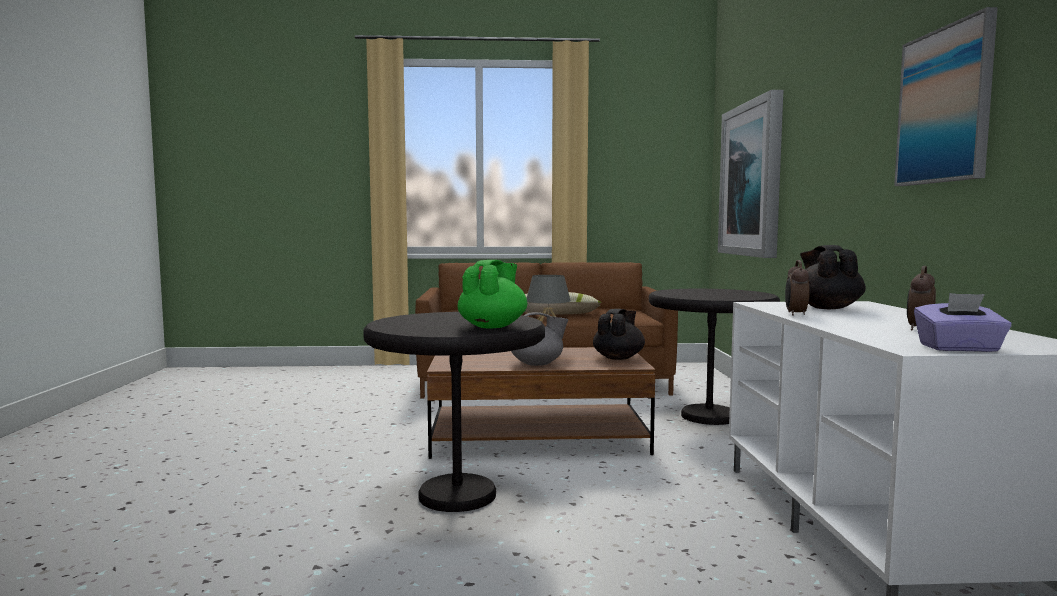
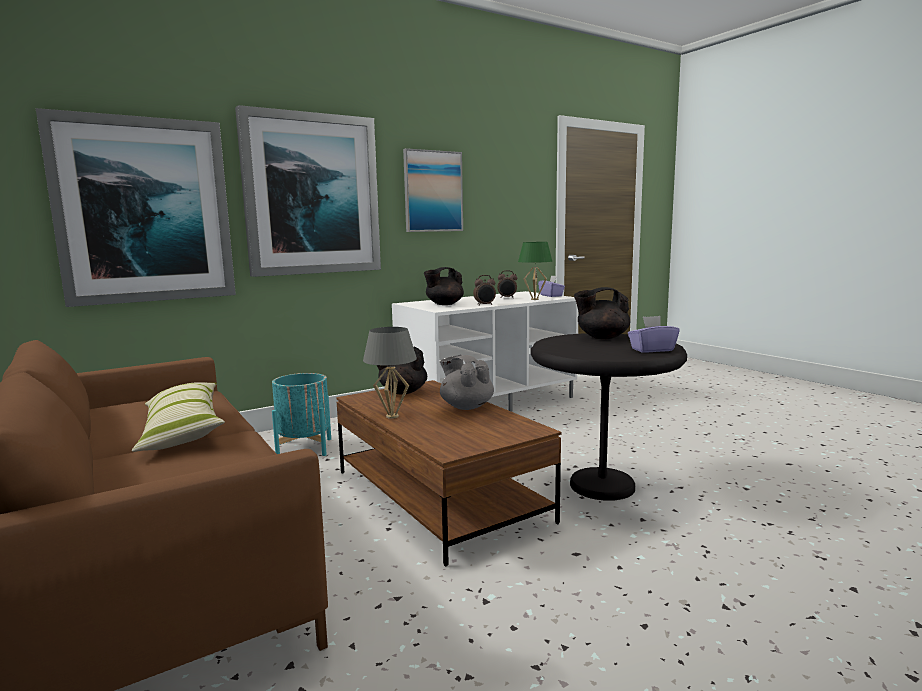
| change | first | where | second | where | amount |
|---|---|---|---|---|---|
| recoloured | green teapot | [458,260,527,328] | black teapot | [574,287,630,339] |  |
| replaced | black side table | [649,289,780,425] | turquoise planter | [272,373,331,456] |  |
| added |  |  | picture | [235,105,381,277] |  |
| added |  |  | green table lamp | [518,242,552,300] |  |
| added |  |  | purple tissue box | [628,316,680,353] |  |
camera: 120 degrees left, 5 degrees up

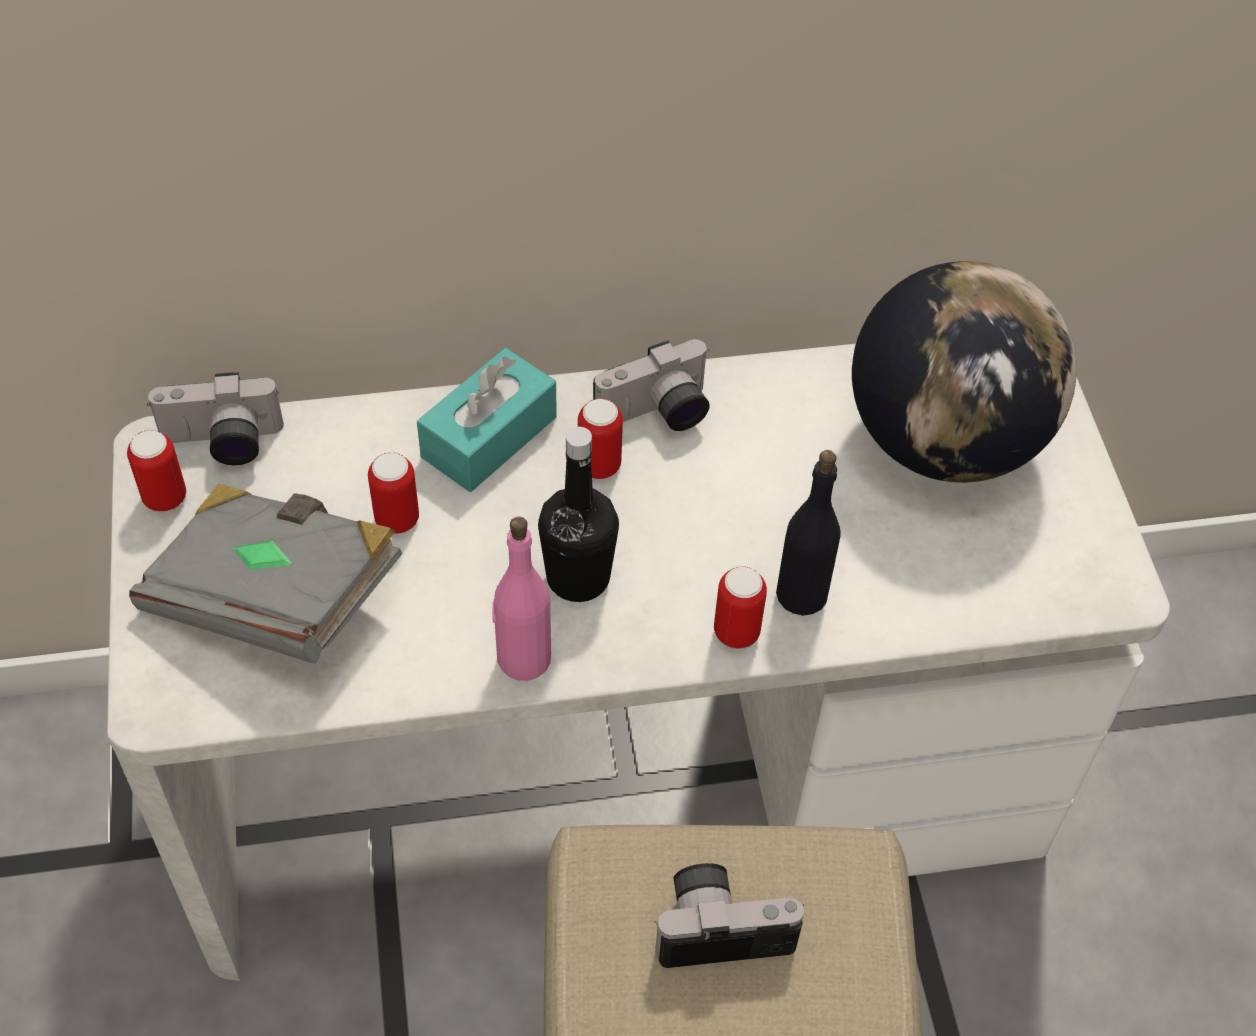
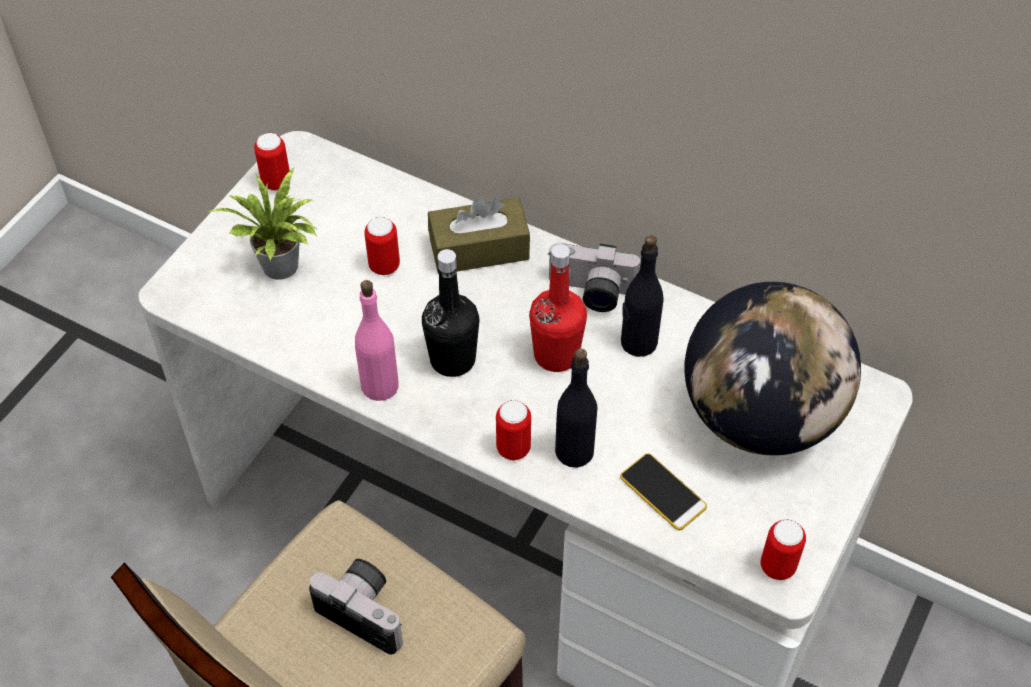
| change | first | where | second | where | amount |
|---|---|---|---|---|---|
| replaced | grey book | [129,484,403,663] | potted plant | [208,167,318,280] |  |
| removed | photo camera | [147,372,284,465] |  |  |  |
| recoloured | turquoise tissue box | [417,348,557,492] | brown tissue box | [428,197,530,274] |  |
| moved | can | [578,399,623,479] |  | [761,520,806,580] |  |
| added |  |  | red bottle | [529,244,587,372] |  |
| added |  |  | phone | [620,453,707,530] |  |
| added |  |  | black bottle | [621,235,663,357] |  |
camera: 40 degrees right, 0 degrees up

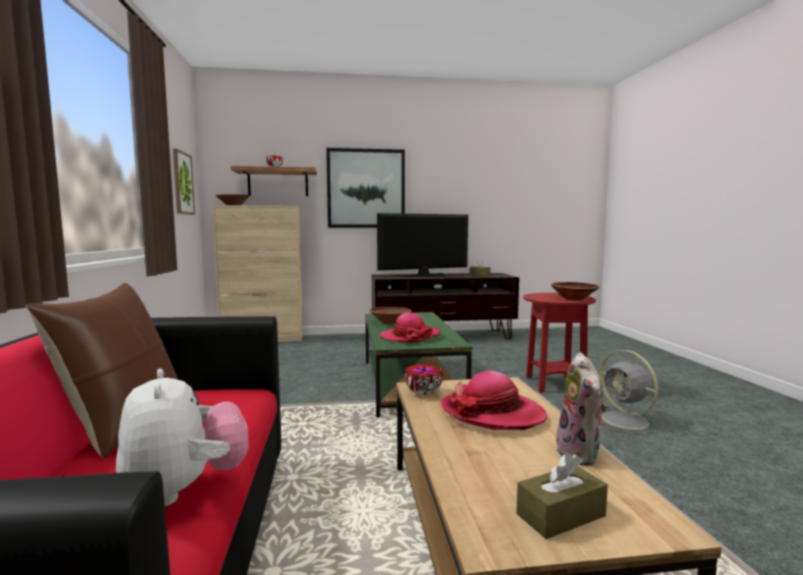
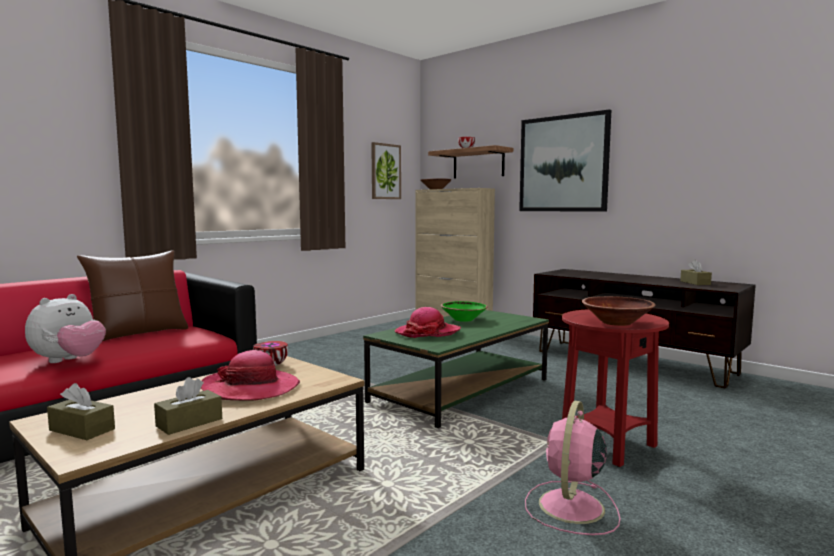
| change | first | where | second | where | amount |
|---|---|---|---|---|---|
| recoloured | brown bowl | [369,307,411,324] | green bowl | [441,301,488,322] |  |
| removed | television | [377,213,468,277] |  |  |  |
| replaced | plush toy | [556,352,607,466] | brown tissue box | [154,377,222,435] |  |
| recoloured | grey fan | [600,350,664,435] | pink fan | [525,401,620,535] |  |
camera: 50 degrees right, 0 degrees up

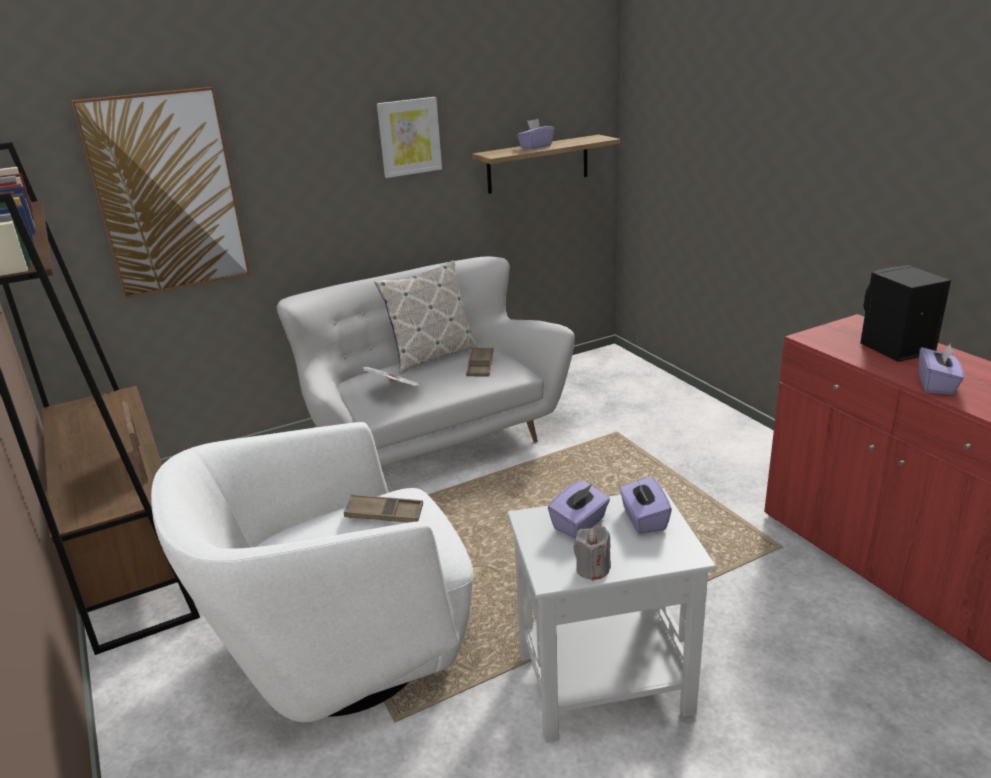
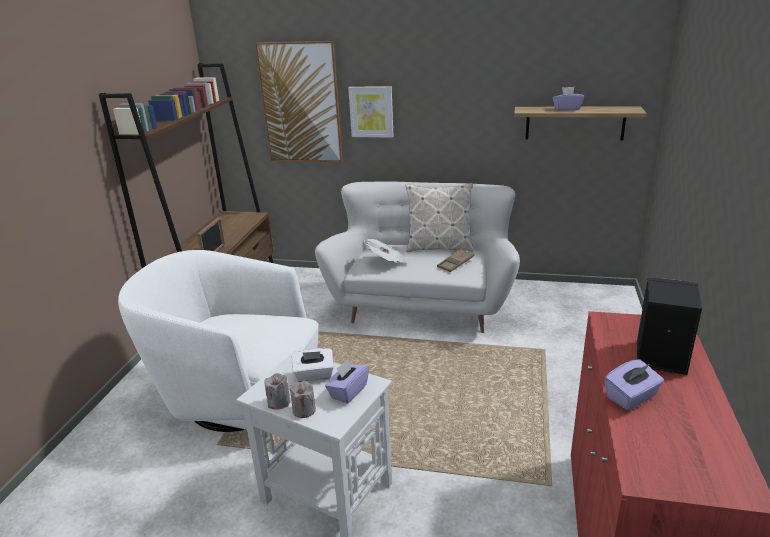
| change | first | where | second | where | amount |
|---|---|---|---|---|---|
| removed | brown tray | [344,494,423,523] |  |  |  |
| moved | picture | [377,97,442,178] |  | [348,86,393,137] |  |
| recoloured | purple tissue box | [548,481,610,538] | white tissue box | [292,348,334,382] |  |
| added |  |  | grey candle | [290,381,316,418] |  |
camera: 40 degrees right, 0 degrees up

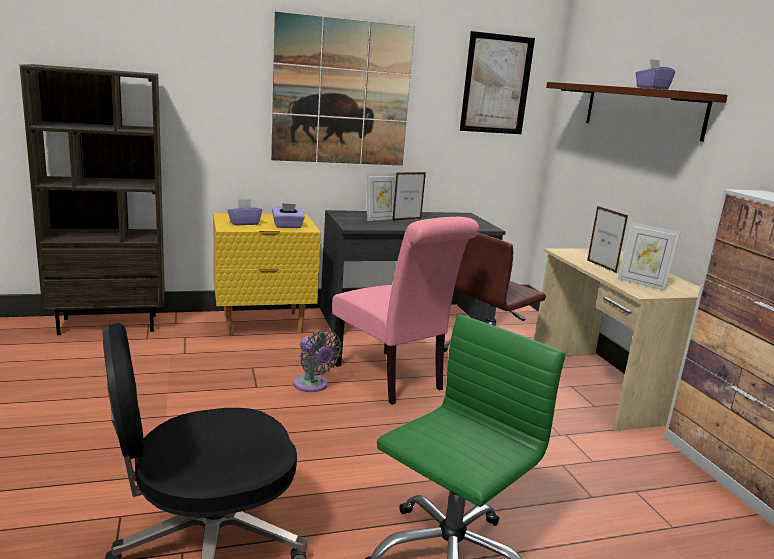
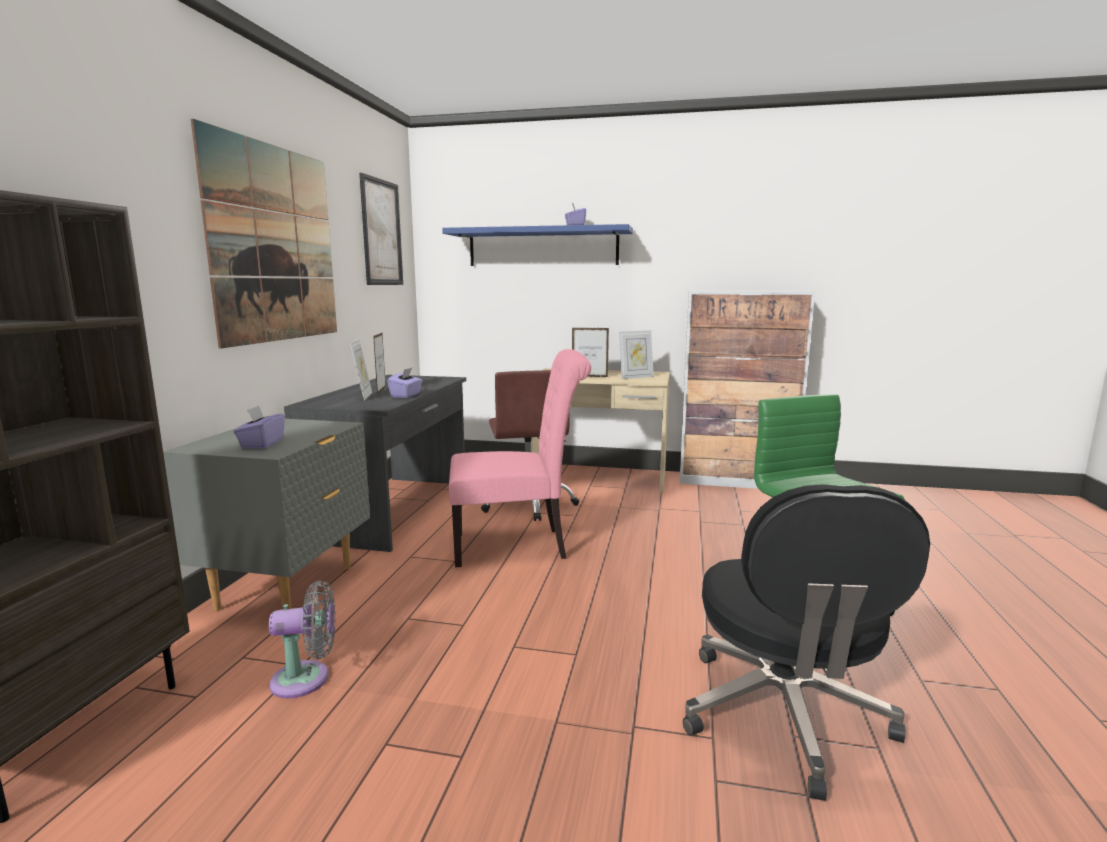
| change | first | where | second | where | amount |
|---|---|---|---|---|---|
| recoloured | yellow nightstand | [213,213,321,336] | grey nightstand | [163,419,370,611] |  |
| moved | purple tissue box | [272,203,305,228] |  | [387,368,423,398] |  |
| moved | grey fan | [293,330,342,392] |  | [269,581,335,699] |  |
| recoloured | brown shelf | [546,82,728,142] | blue shelf | [442,224,633,266] |  |
camera: 60 degrees left, 5 degrees down

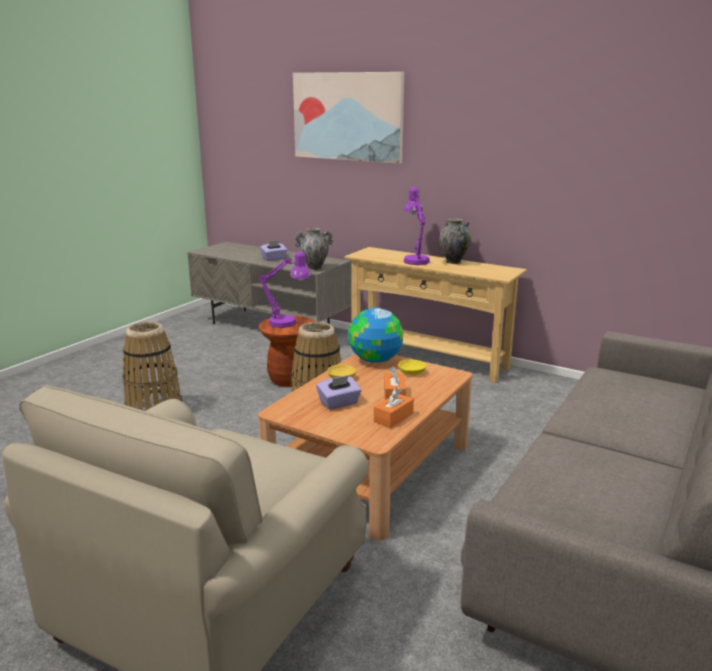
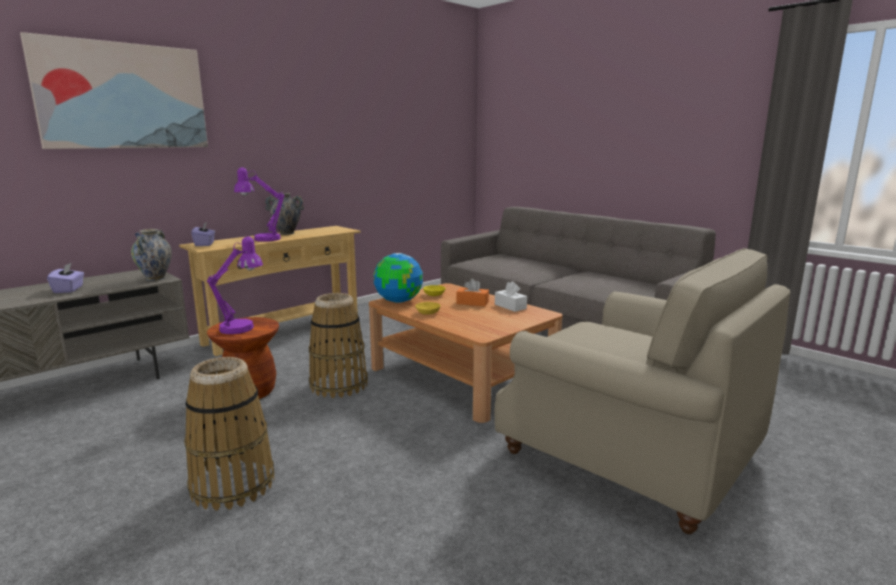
| change | first | where | second | where | amount |
|---|---|---|---|---|---|
| moved | purple tissue box | [316,376,361,410] |  | [191,222,215,246] |  |
| recoloured | orange tissue box | [374,388,414,428] | white tissue box | [495,281,527,312] |  |
camera: 75 degrees left, 5 degrees down

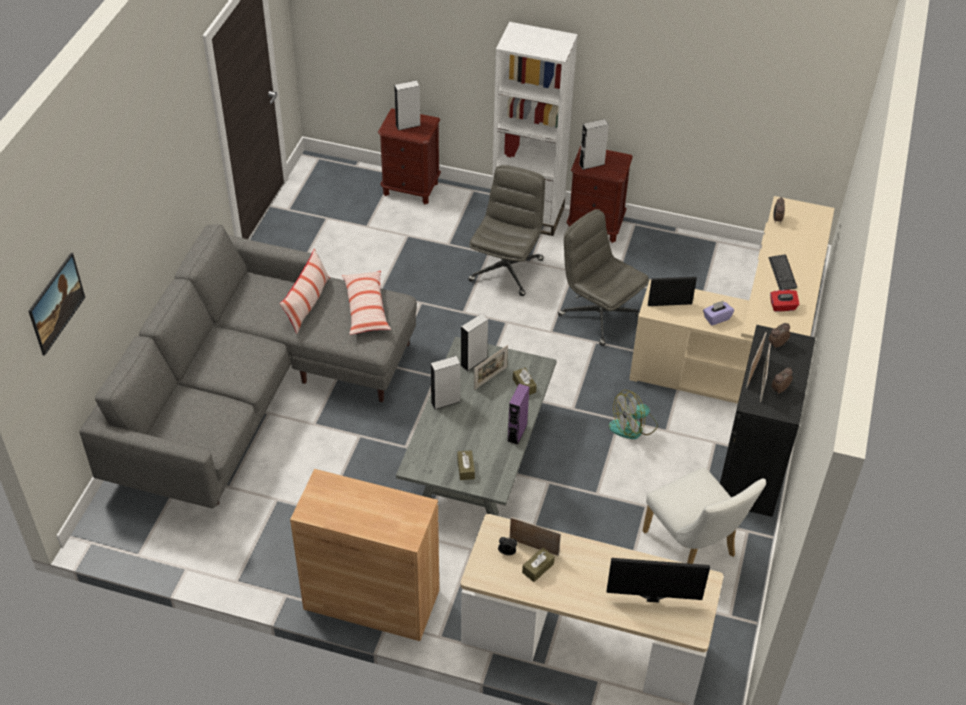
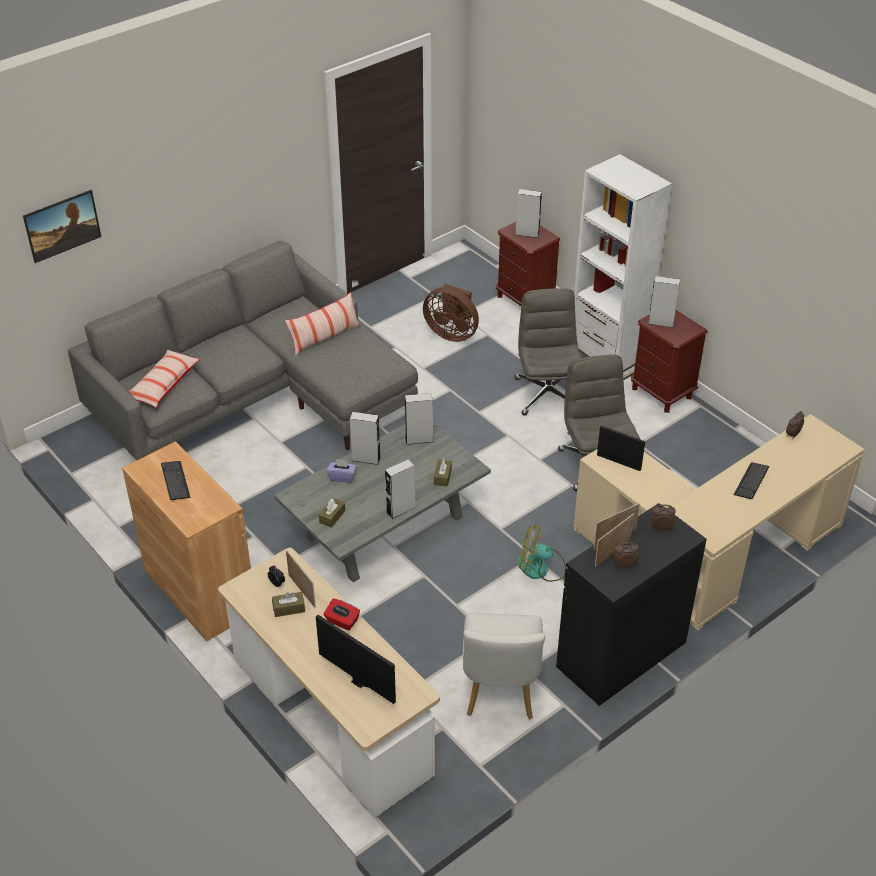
| change | first | where | second | where | amount |
|---|---|---|---|---|---|
| moved | pillow | [342,271,391,335] |  | [128,350,201,408] |  |
| turned | grey office chair | [468,165,545,296] |  | [515,288,582,416] | 60 degrees counterclockwise |
| removed | picture frame | [474,345,508,390] |  |  |  |
| recoloured | purple speaker | [507,384,529,445] | grey speaker | [385,459,416,519] |  |
| moved | purple tissue box | [703,300,734,325] |  | [327,459,357,483] |  |
| moved | red tissue box | [770,290,799,312] |  | [324,599,360,631] |  |
| added |  |  | keyboard | [161,461,191,500] |  |
| added |  |  | brown fan | [423,284,479,342] |  |
camera: 35 degrees right, 5 degrees down

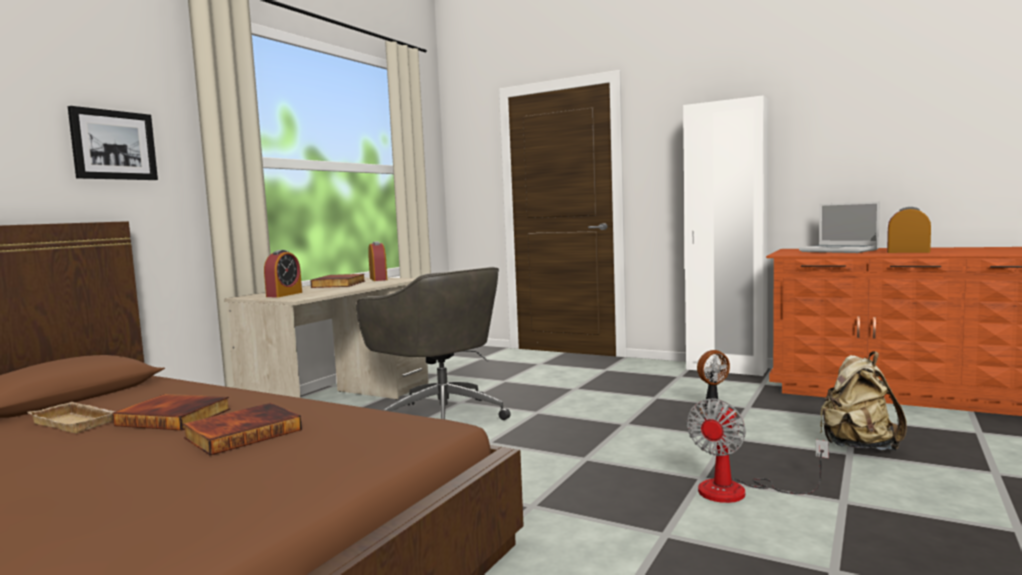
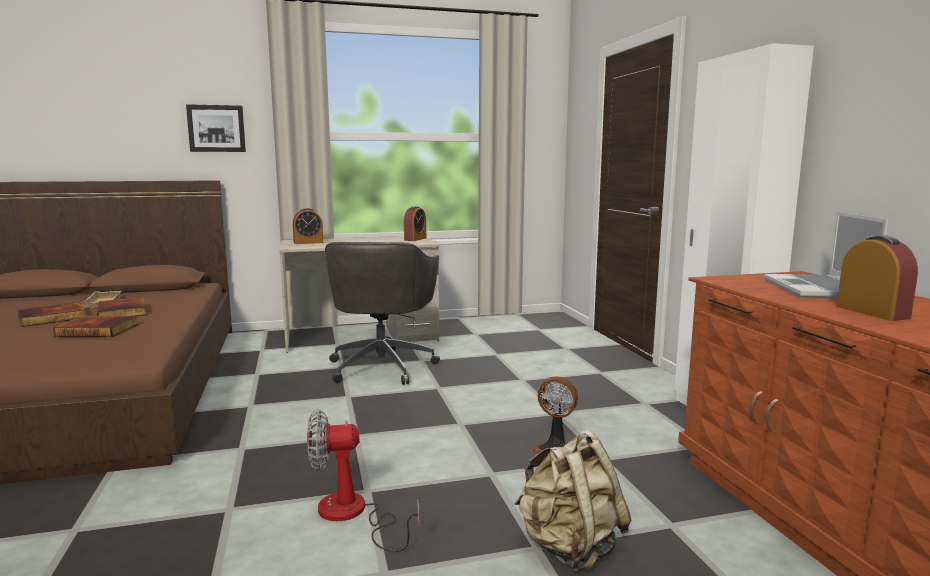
| change | first | where | second | where | amount |
|---|---|---|---|---|---|
| moved | book | [310,274,365,288] |  | [18,302,85,327] |  |
camera: 45 degrees right, 5 degrees up

